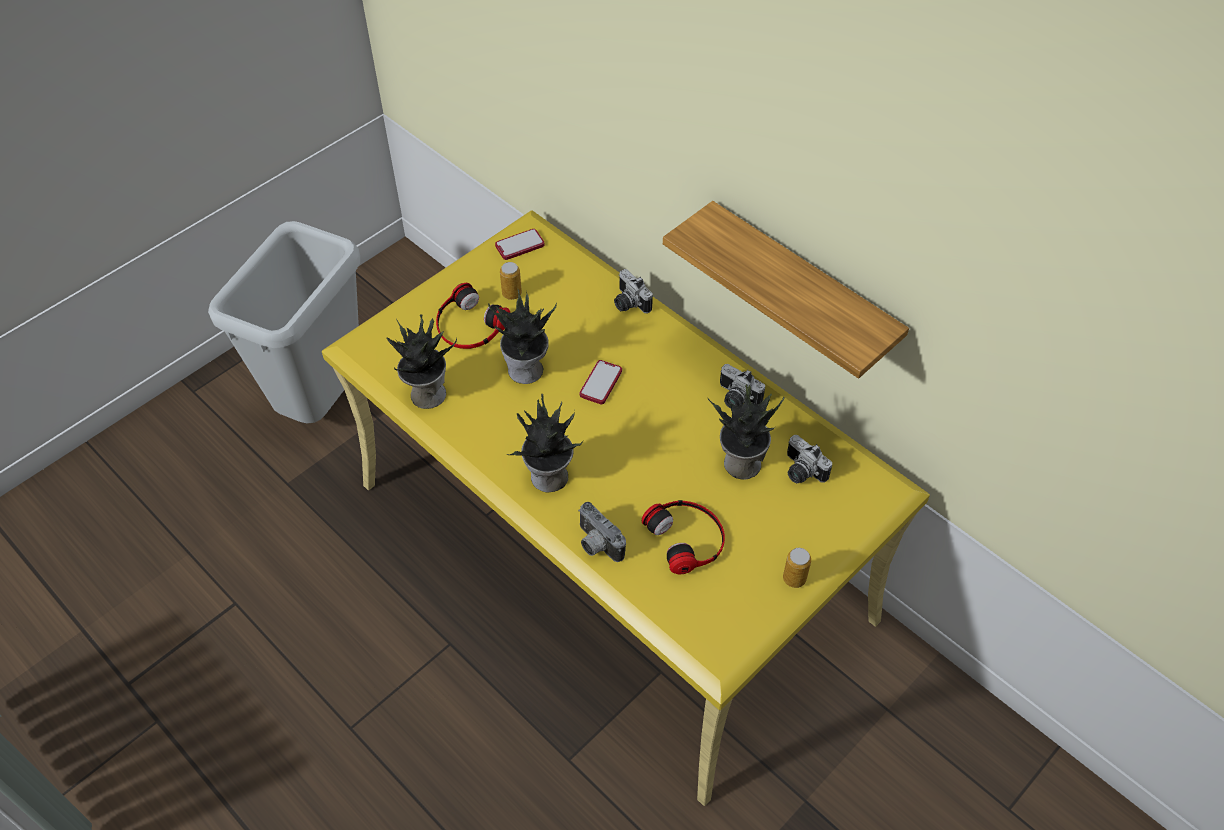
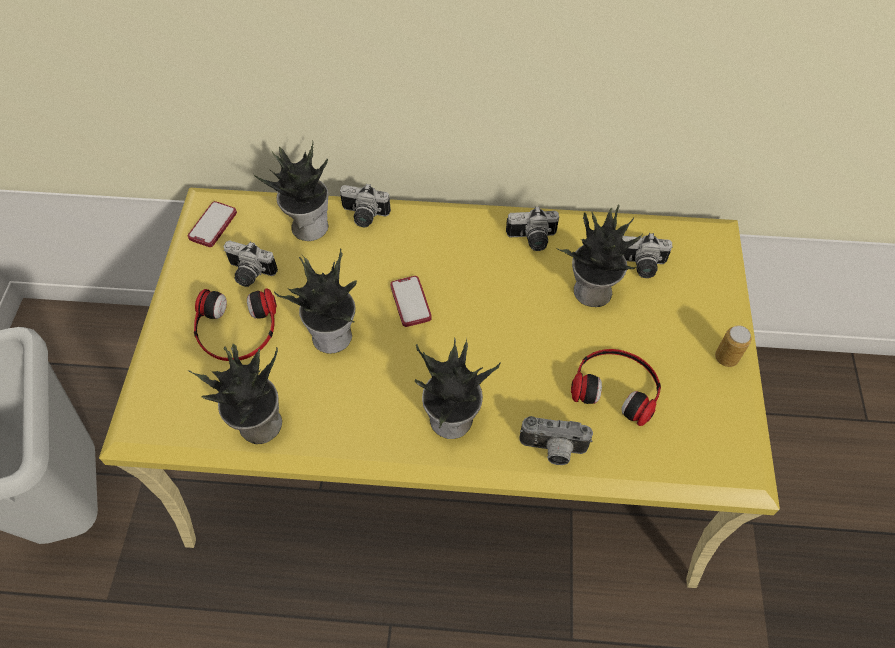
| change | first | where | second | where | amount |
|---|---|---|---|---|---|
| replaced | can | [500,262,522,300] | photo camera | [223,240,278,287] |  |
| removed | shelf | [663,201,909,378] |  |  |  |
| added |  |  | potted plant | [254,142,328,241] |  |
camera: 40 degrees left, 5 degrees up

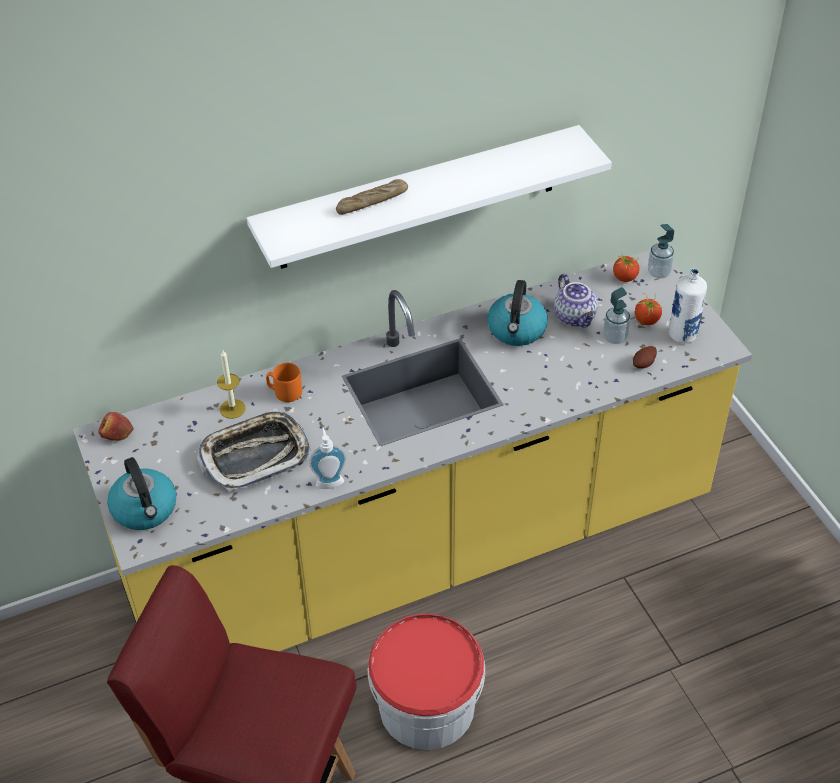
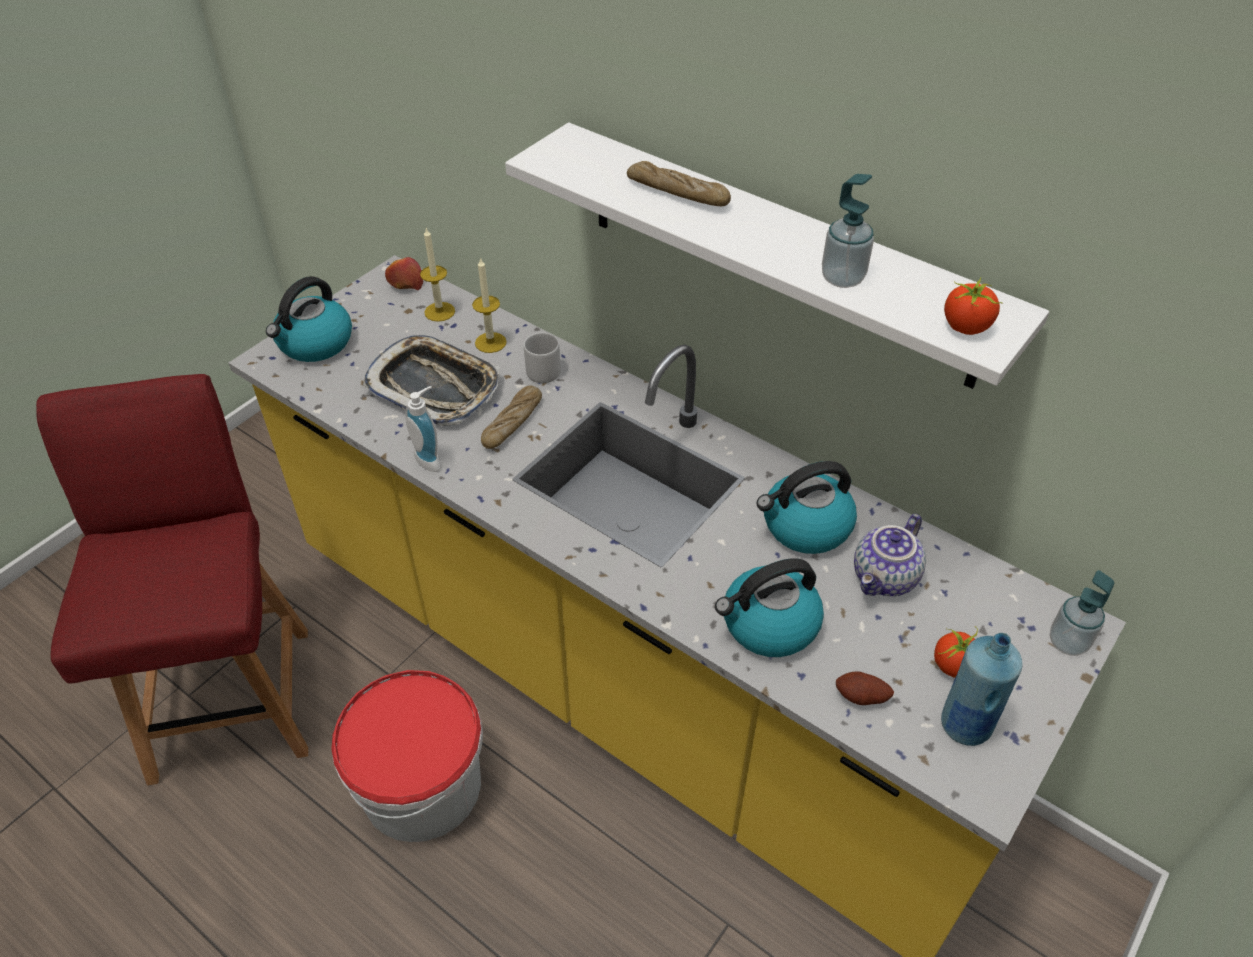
| change | first | where | second | where | amount |
|---|---|---|---|---|---|
| recoloured | orange mug | [266,363,302,402] | grey mug | [524,333,561,383] |  |
| moved | soap dispenser | [603,287,630,344] |  | [822,174,874,288] |  |
| moved | tomato | [613,254,640,282] |  | [944,277,1003,335] |  |
| recoloured | white bottle | [668,268,707,343] | blue bottle | [941,633,1023,746] |  |
| added |  |  | candle | [420,228,455,322] |  |
| added |  |  | bread | [481,385,542,449] |  |
| added |  |  | kettle | [715,558,824,657] |  |
camera: 60 degrees right, 0 degrees up

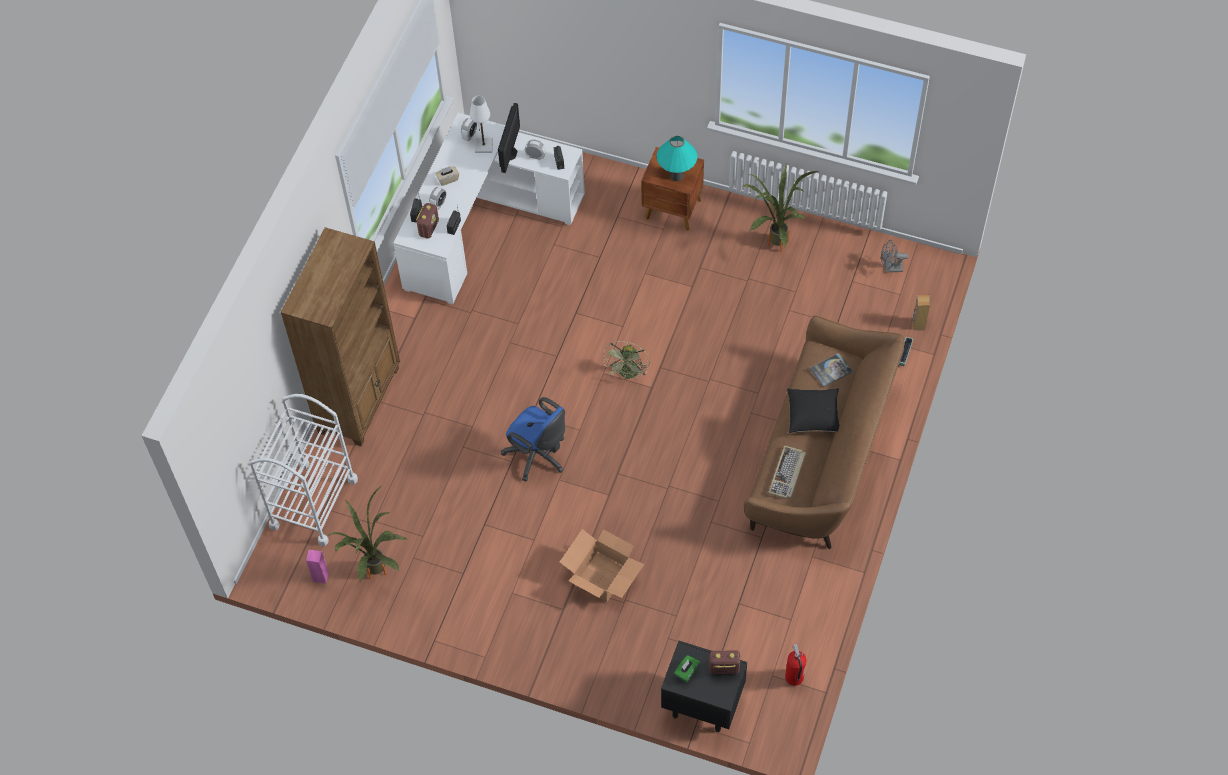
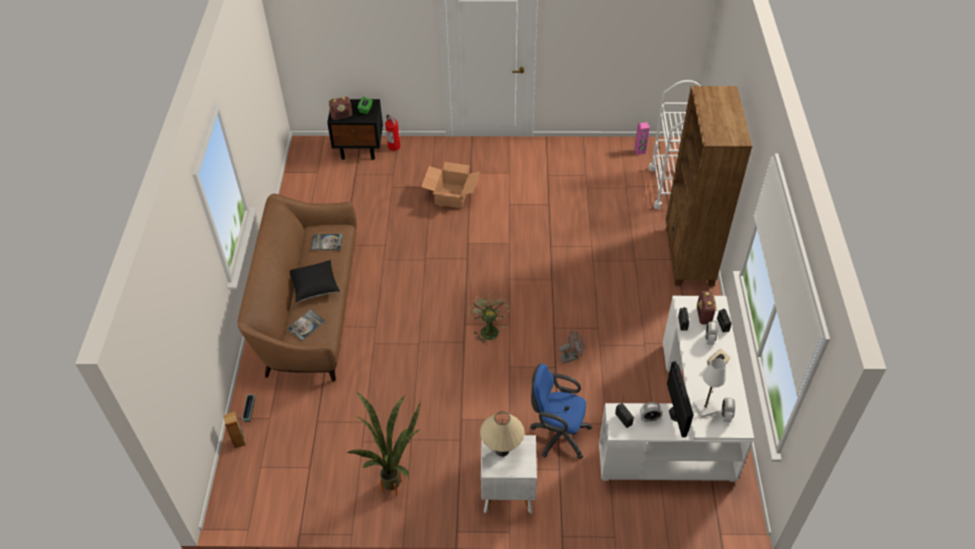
| change | first | where | second | where | amount |
|---|---|---|---|---|---|
| removed | potted plant | [327,485,407,582] |  |  |  |
| moved | blue office chair | [501,397,565,481] |  | [530,364,592,459] |  |
| recoloured | brown nightstand | [641,147,704,231] | white nightstand | [481,435,537,514] |  |
| recoloured | turquoise table lamp | [656,136,698,181] | beige table lamp | [480,411,525,457] |  |
| replaced | keyboard | [768,446,806,498] | book | [311,234,343,250] |  |
| moved | fire extinguisher | [785,643,807,686] |  | [385,114,400,151] |  |
| moved | grey fan | [881,240,909,272] |  | [559,330,584,363] |  |
camera: 160 degrees right, 10 degrees down

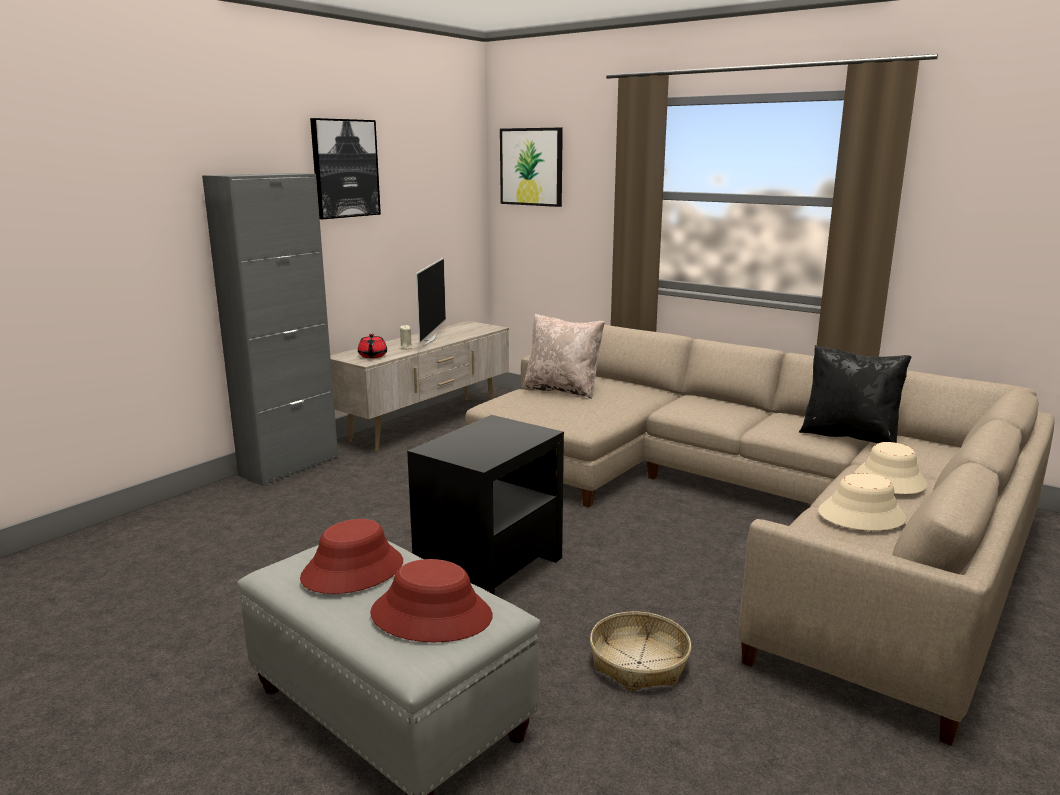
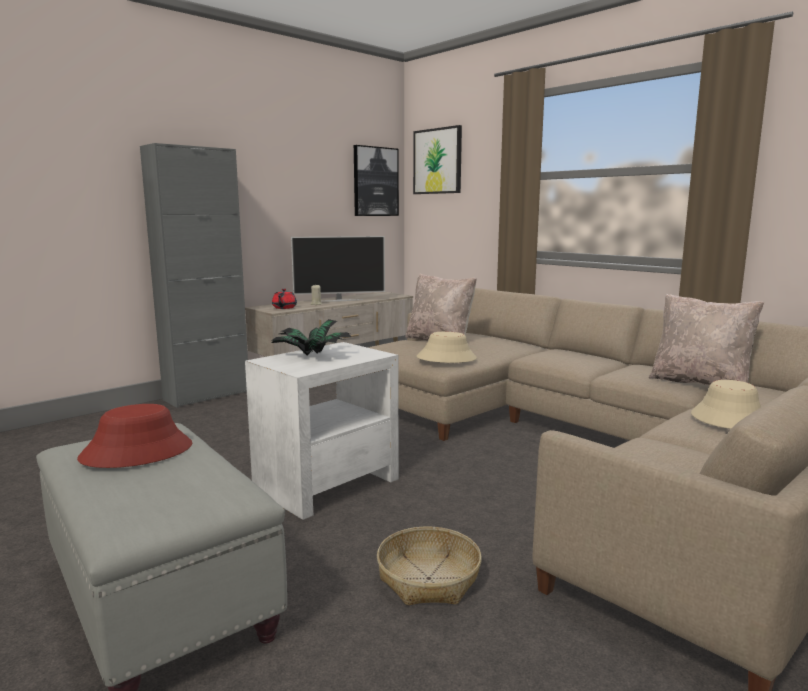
| change | first | where | second | where | amount |
|---|---|---|---|---|---|
| moved | picture | [310,118,381,219] |  | [354,145,399,216] |  |
| removed | red hat | [370,559,493,642] |  |  |  |
| recoloured | black side table | [407,415,564,595] | white side table | [245,342,399,520] |  |
| turned | television | [416,258,446,347] |  | [291,236,385,302] | 60 degrees clockwise |
| recoloured | black pillow | [799,345,912,443] | beige pillow | [649,294,764,386] |  |
| moved | beige hat | [818,473,907,531] |  | [417,332,477,363] |  |
| added |  |  | potted plant | [271,319,352,356] |  |
camera: 10 degrees right, 5 degrees down

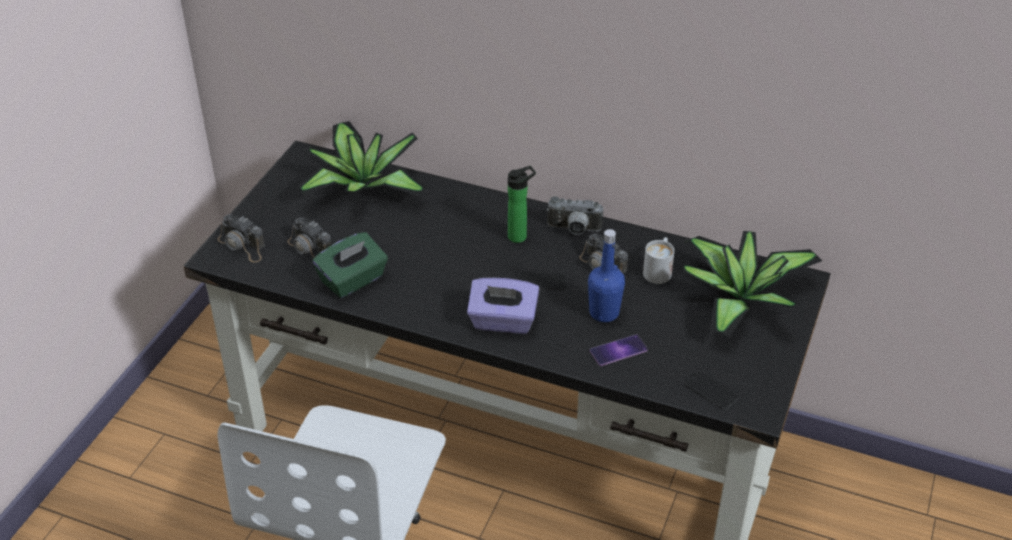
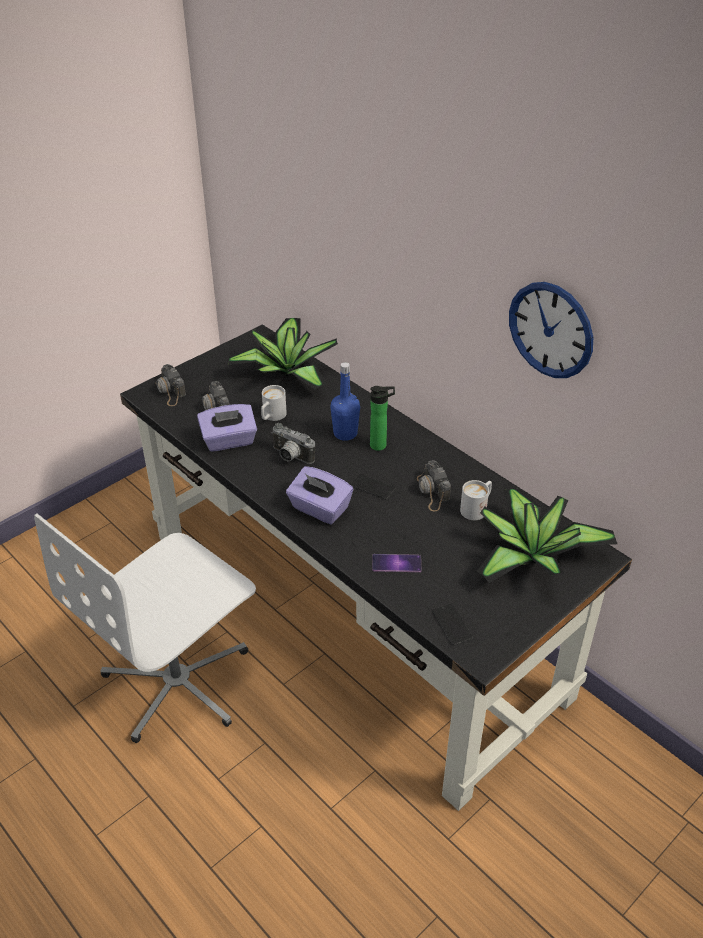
| change | first | where | second | where | amount |
|---|---|---|---|---|---|
| recoloured | green tissue box | [313,232,388,298] | purple tissue box | [197,404,257,452] |  |
| moved | photo camera | [547,196,604,235] |  | [271,423,315,464] |  |
| moved | blue bottle | [588,229,625,322] |  | [330,362,360,441] |  |
| added |  |  | white mug | [261,385,287,421] |  |
| added |  |  | wall clock | [509,282,593,378] |  |
camera: 25 degrees right, 0 degrees up

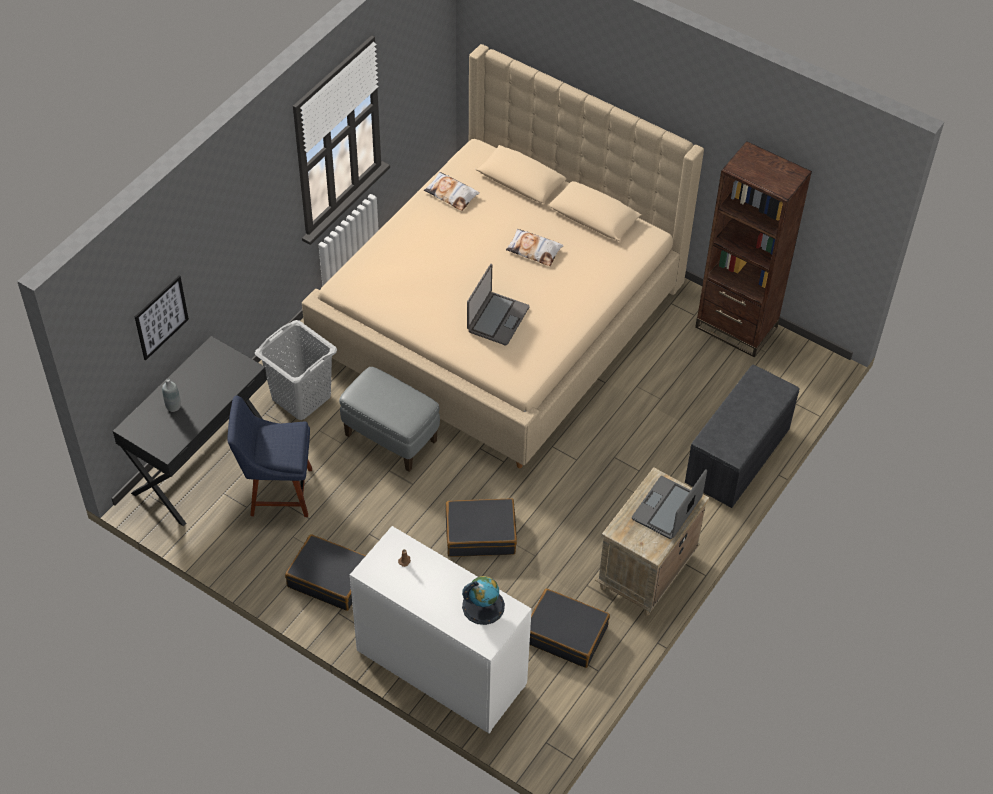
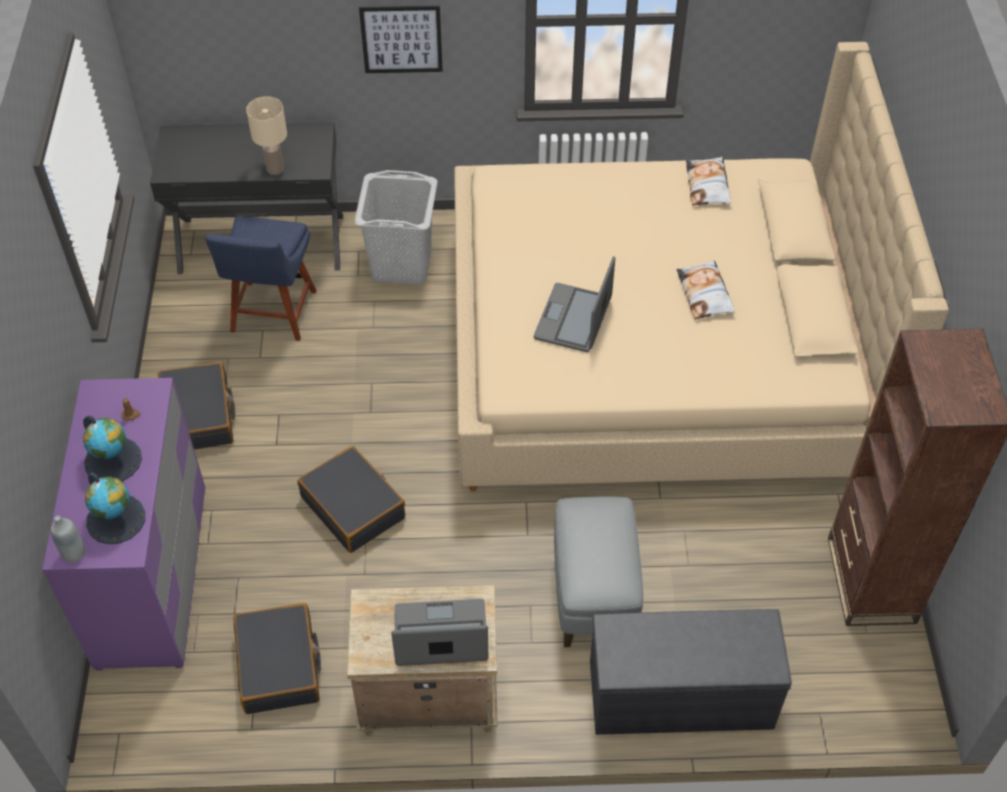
| change | first | where | second | where | amount |
|---|---|---|---|---|---|
| moved | picture | [135,276,189,360] |  | [359,5,443,73] |  |
| moved | grey bottle | [162,379,181,412] |  | [51,515,85,563] |  |
| turned | blue chair | [228,396,312,517] |  | [205,216,317,341] | 135 degrees counterclockwise |
| moved | grey ottoman | [339,367,440,472] |  | [554,496,643,647] |  |
| recoloured | white dresser | [350,526,532,734] | purple dresser | [42,378,205,670] |  |
| turned | laptop | [467,264,529,346] |  | [534,256,615,352] | 120 degrees clockwise |
| added |  |  | globe | [83,415,142,481] |  |
| added |  |  | beige table lamp | [246,96,287,175] |  |
camera: 55 degrees right, 0 degrees up

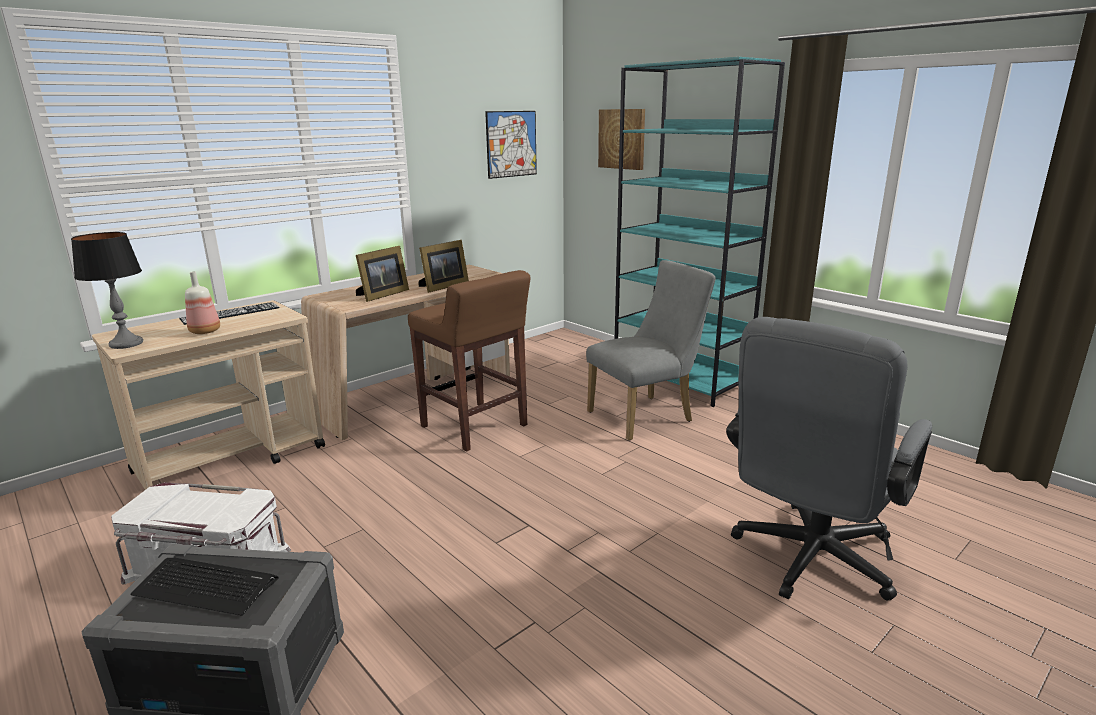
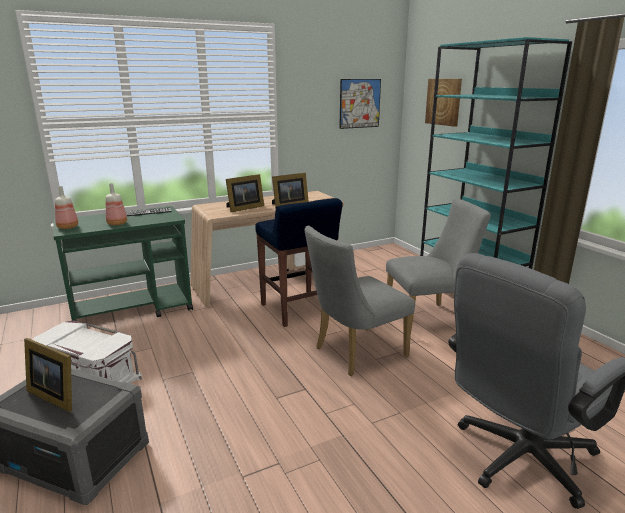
| change | first | where | second | where | amount |
|---|---|---|---|---|---|
| replaced | table lamp | [71,232,143,349] | bottle | [55,186,78,229] |  |
| recoloured | beige cart | [92,300,325,490] | green cart | [53,206,193,321] |  |
| replaced | keyboard | [130,558,279,616] | picture frame | [24,338,72,412] |  |
| recoloured | brown stool | [408,270,531,451] | blue stool | [255,198,343,327] |  |
| added |  |  | grey chair | [305,226,415,376] |  |
camera: 15 degrees right, 0 degrees up

